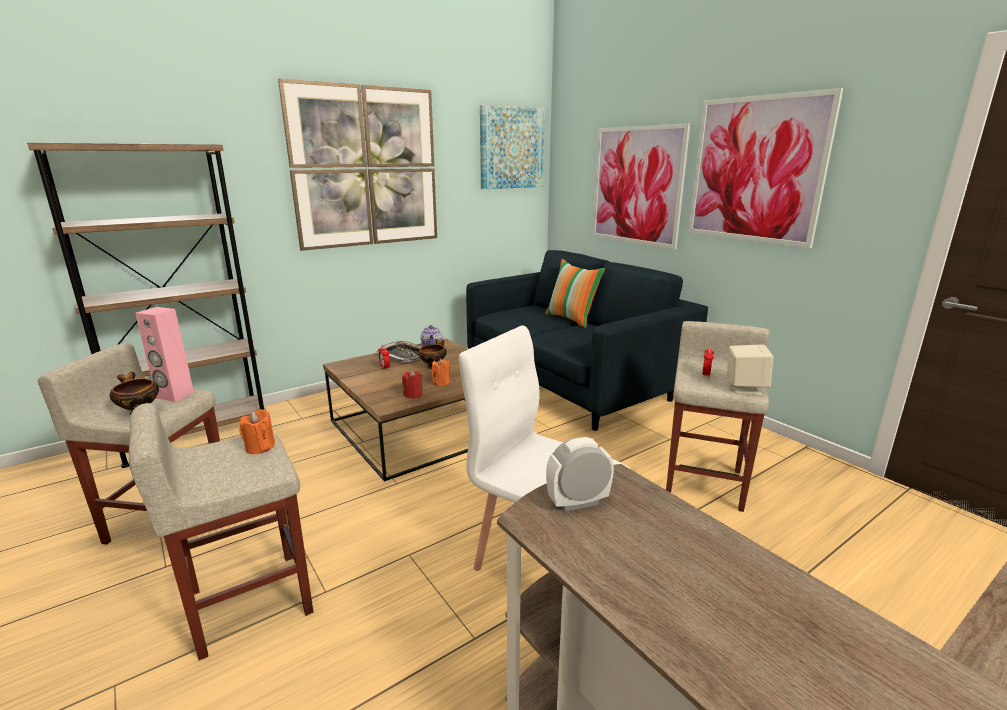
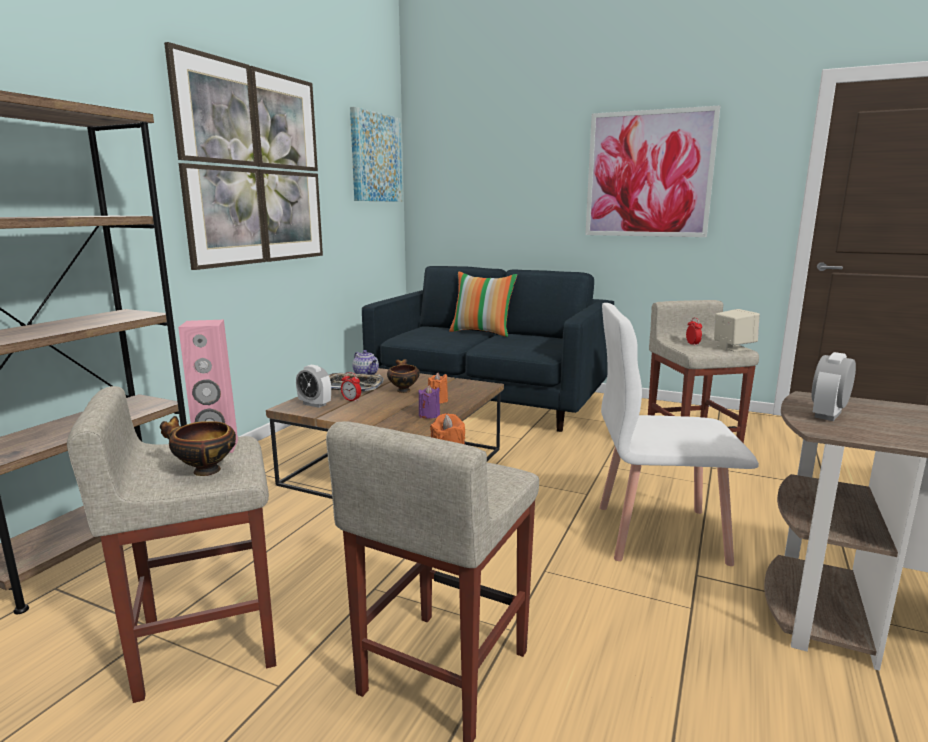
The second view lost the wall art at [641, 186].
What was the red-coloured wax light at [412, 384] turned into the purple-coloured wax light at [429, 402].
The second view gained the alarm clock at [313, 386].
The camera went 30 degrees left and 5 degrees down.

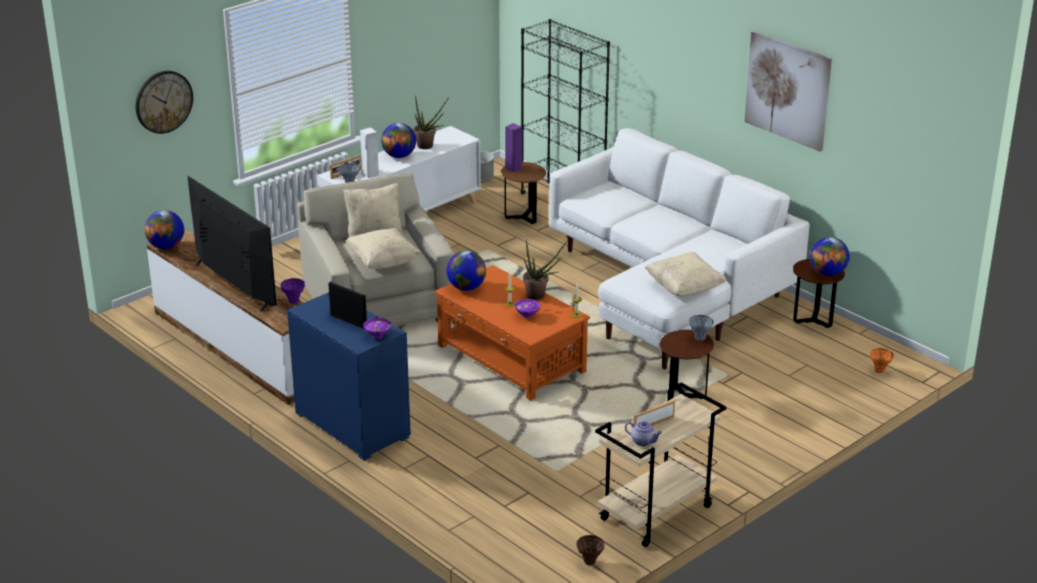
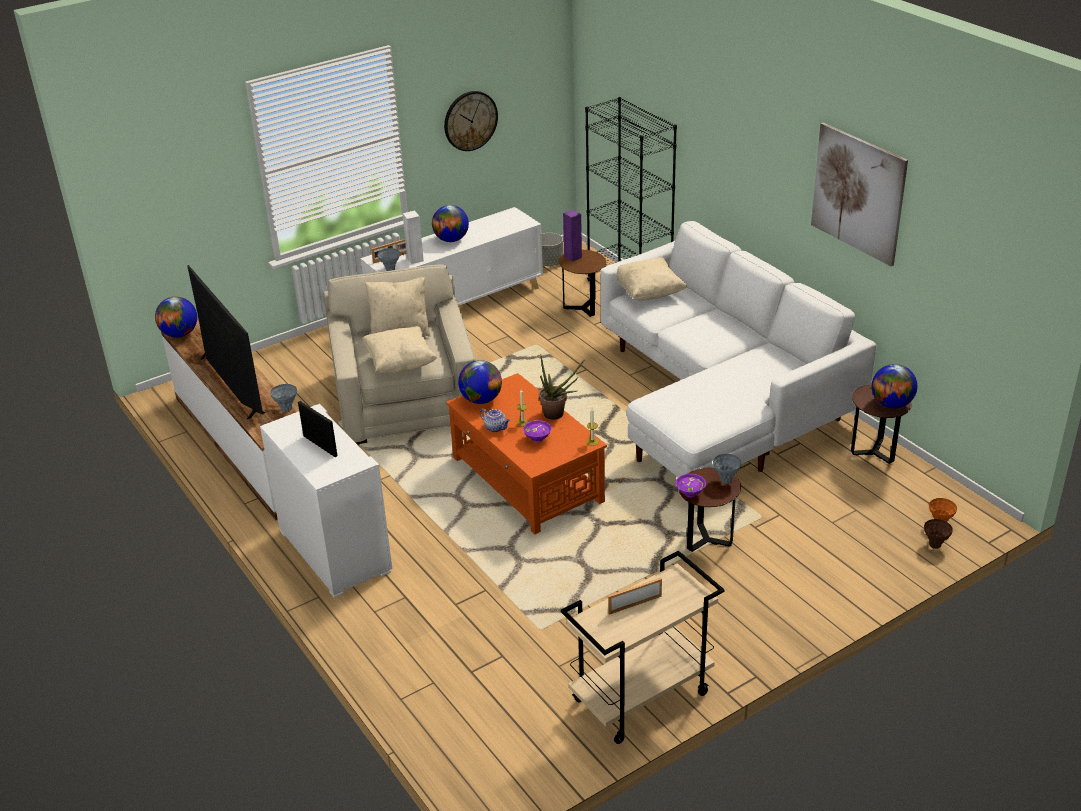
The clock on the wall ended up elsewhere, having gone from [164, 102] to [471, 121].
The second view lost the potted plant at [431, 122].
The beige-coloured throw pillow ended up elsewhere, having gone from [686, 274] to [652, 279].
What was the purple-coloured decorative vase at [293, 291] turned into the gray decorative vase at [283, 398].
What was the blue chest of drawers at [349, 376] turned into the white-coloured chest of drawers at [326, 501].
The purple-coloured bowl ended up elsewhere, having gone from [377, 328] to [691, 486].
The teapot ended up elsewhere, having gone from [643, 433] to [495, 420].
The brown-coloured decorative vase ended up elsewhere, having gone from [590, 550] to [938, 534].
The camera went 10 degrees right and 5 degrees up.

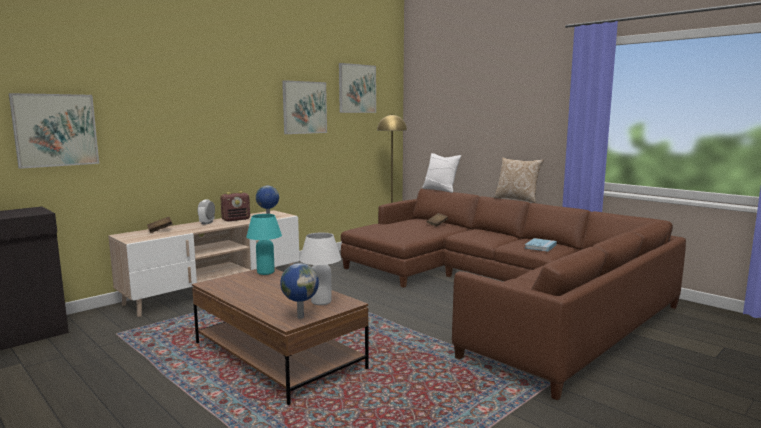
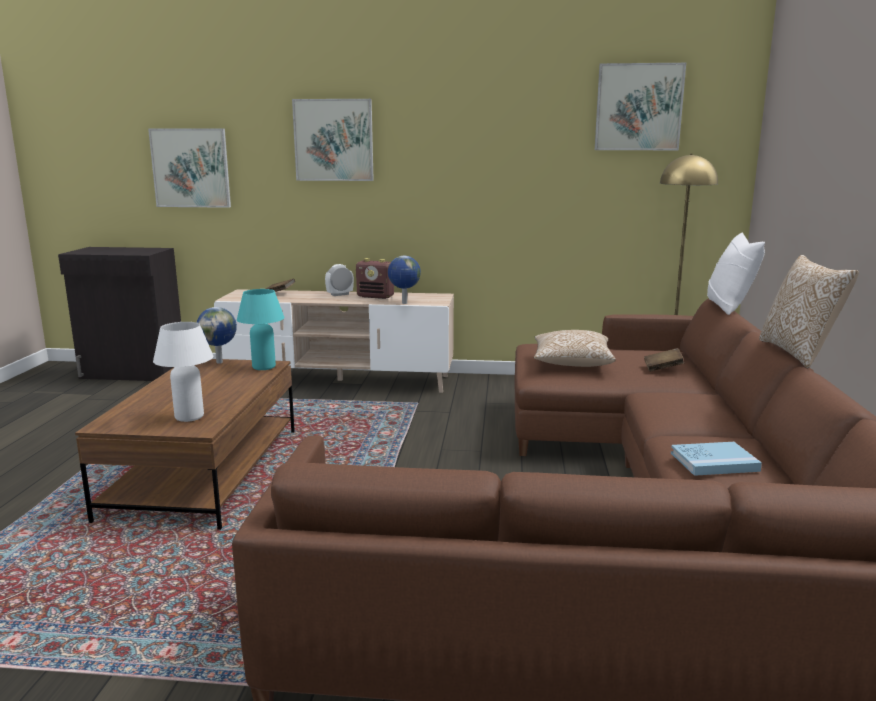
The wall art ended up elsewhere, having gone from [304, 107] to [333, 140].
The world globe ended up elsewhere, having gone from [299, 291] to [216, 335].
The second view gained the throw pillow at [575, 348].
The camera went 50 degrees right and 5 degrees up.

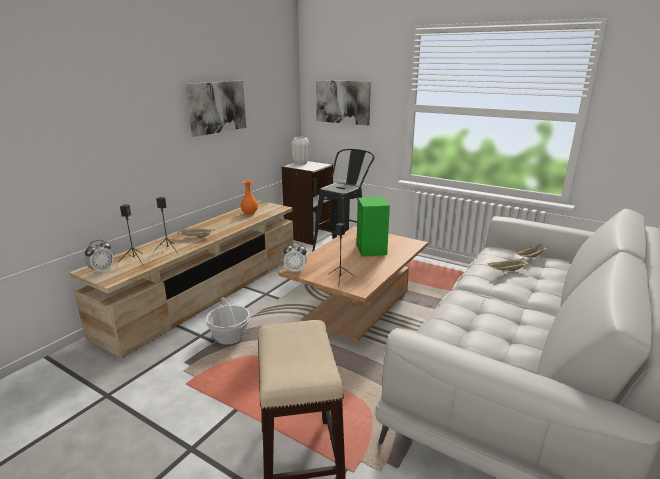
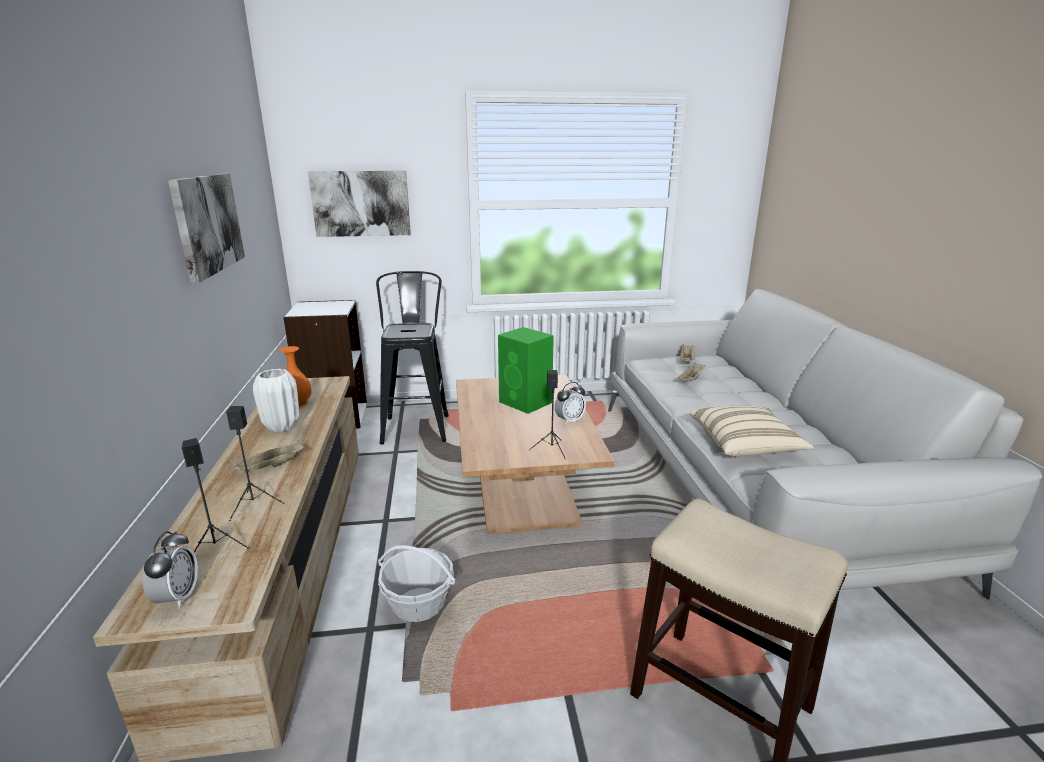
The white-coloured decorative vase ended up elsewhere, having gone from [300, 151] to [276, 400].
The alarm clock ended up elsewhere, having gone from [295, 257] to [570, 403].
The second view gained the beige-coloured throw pillow at [752, 431].
The camera went 40 degrees left and 0 degrees up.

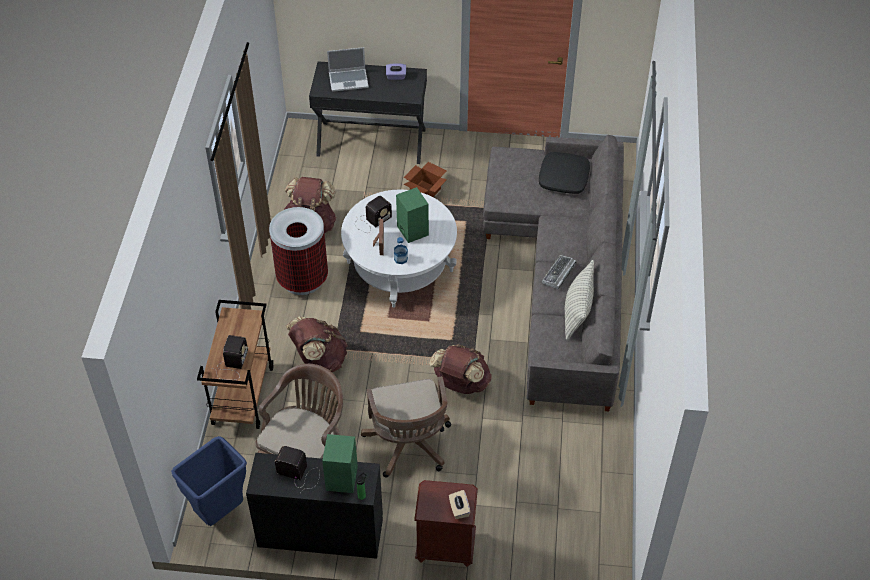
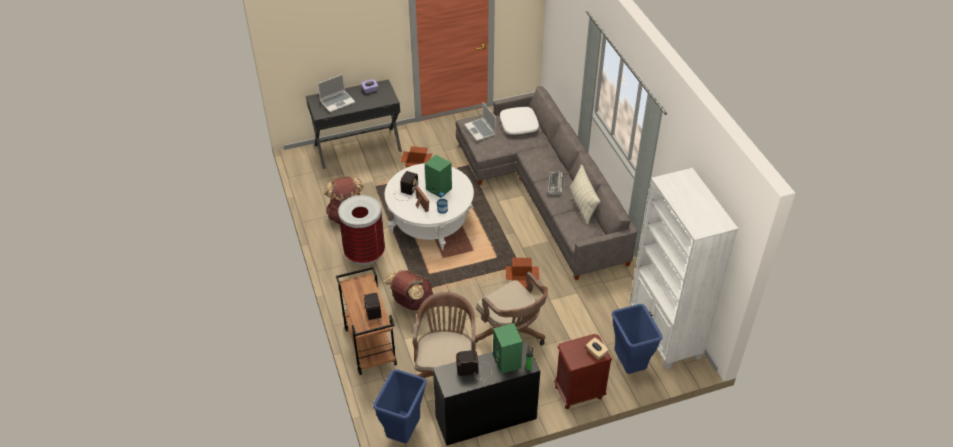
What was the black-coloured throw pillow at [564, 173] turned into the white-coloured throw pillow at [519, 121].
Where the brown-coloured knapsack stood at [460, 369], the carton came to stand at [522, 273].
The second view gained the laptop at [480, 121].
The second view gained the white-coloured bookshelf at [684, 268].
The second view gained the blue trash can at [637, 339].
The camera went 25 degrees left and 5 degrees down.

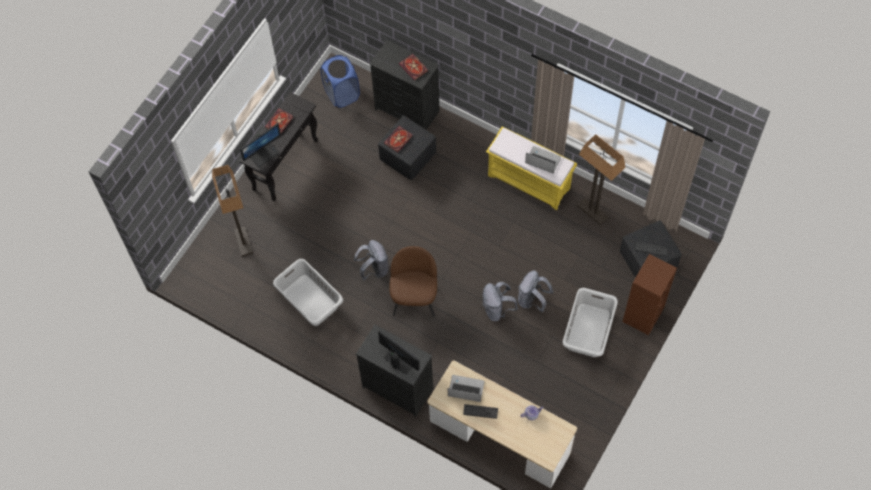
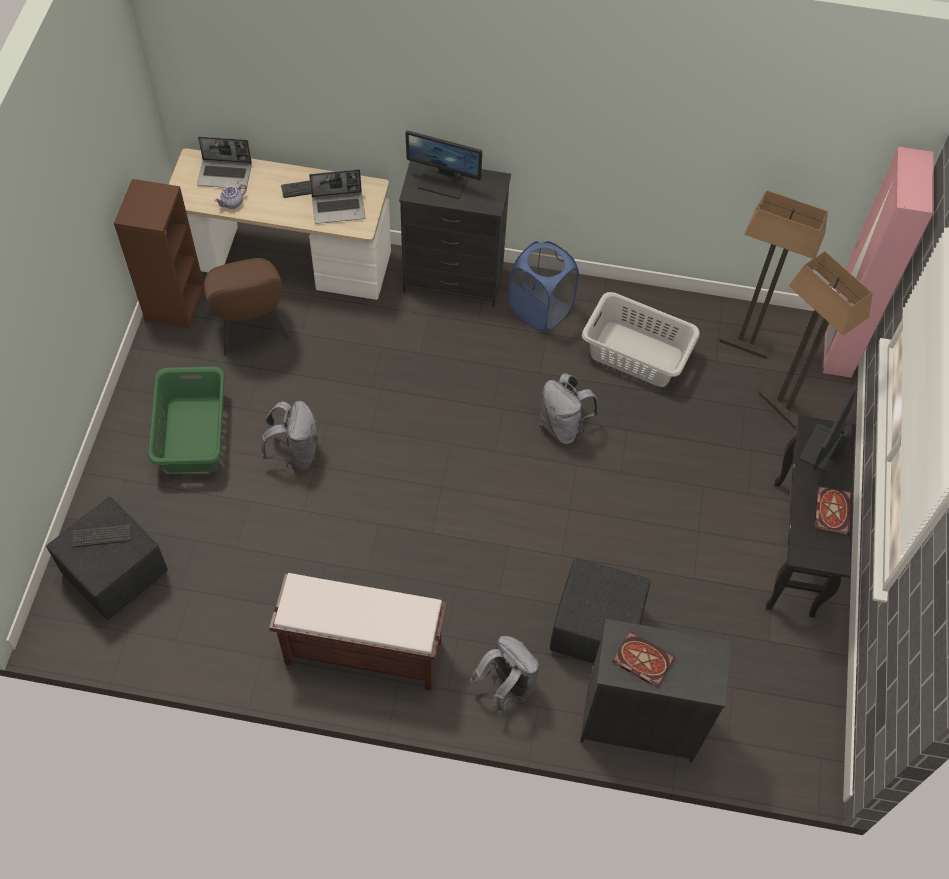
The blue hamper ended up elsewhere, having gone from [340, 81] to [543, 286].
The second view lost the bound book at [398, 139].
What was the yellow-coloured long seat at [531, 168] turned into the brown-coloured long seat at [358, 632].
The floor lamp ended up elsewhere, having gone from [602, 179] to [773, 274].
The laptop ended up elsewhere, having gone from [543, 159] to [224, 162].
The brown-coloured chair ended up elsewhere, having gone from [413, 281] to [247, 307].
The brown-coloured bookshelf ended up elsewhere, having gone from [649, 294] to [159, 253].
The gray knapsack ended up elsewhere, having gone from [500, 301] to [505, 675].
What was the gray hamper at [590, 322] turned into the green hamper at [186, 419].
The second view gained the pink clothes cupboard at [878, 262].
The camera went 155 degrees right and 5 degrees down.

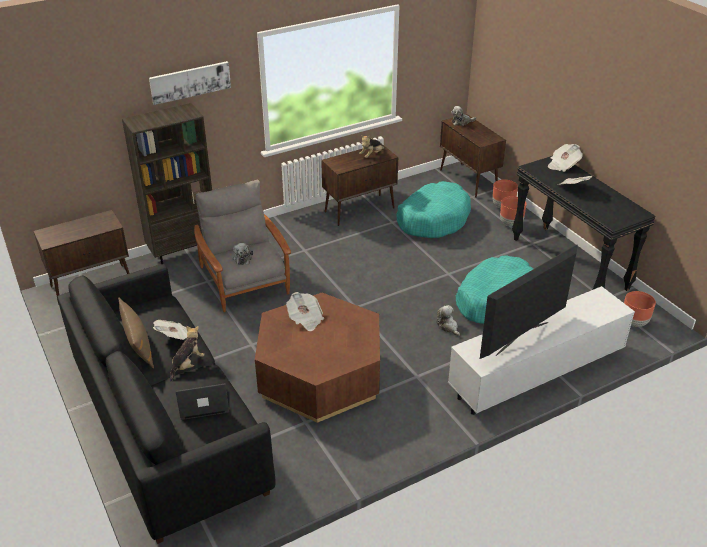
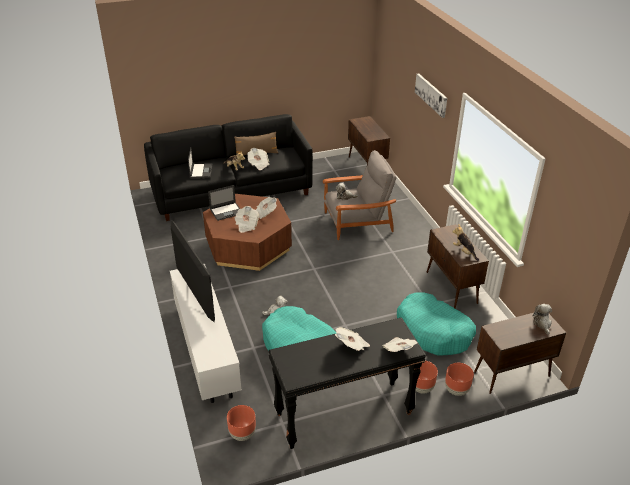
The second view lost the brown-coloured bookshelf at [167, 183].
The second view gained the laptop at [224, 203].
The second view gained the printed paper at [246, 219].
The camera went 100 degrees right and 0 degrees up.

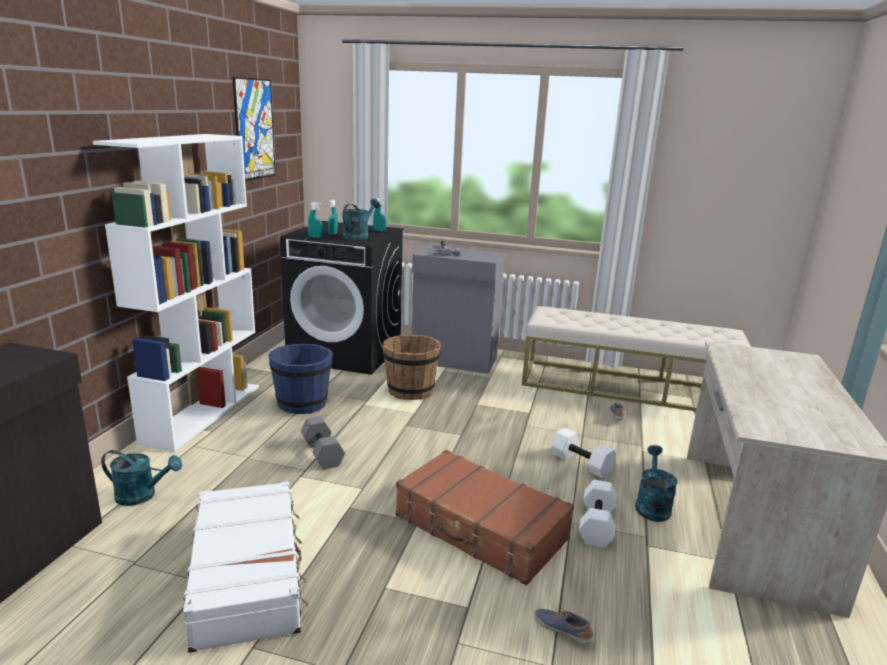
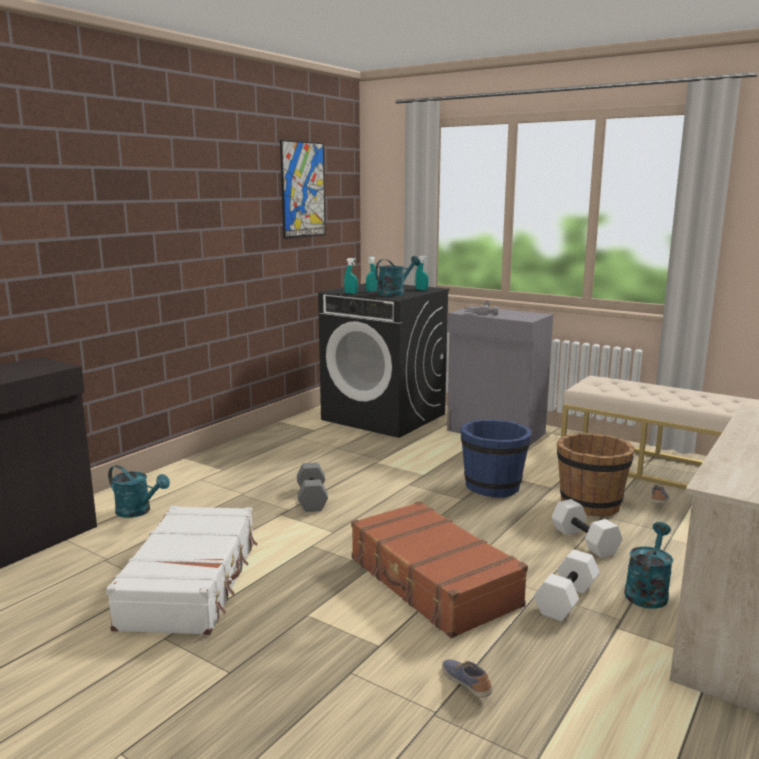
The second view lost the white-coloured bookshelf at [176, 293].
The brown-coloured bucket ended up elsewhere, having gone from [411, 367] to [596, 474].
The blue bucket ended up elsewhere, having gone from [300, 379] to [496, 458].
The camera went 20 degrees right and 5 degrees down.

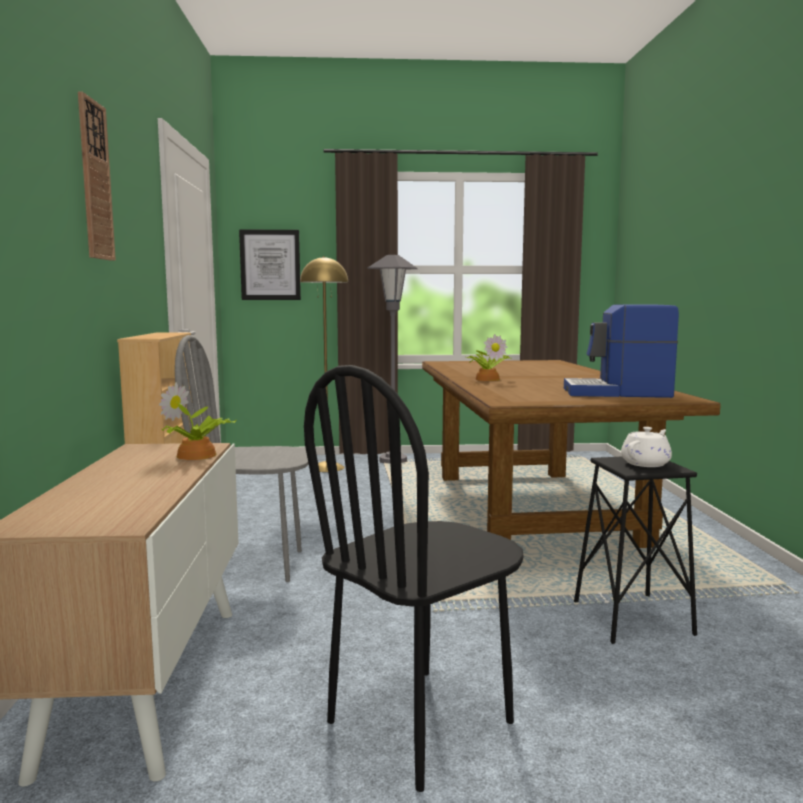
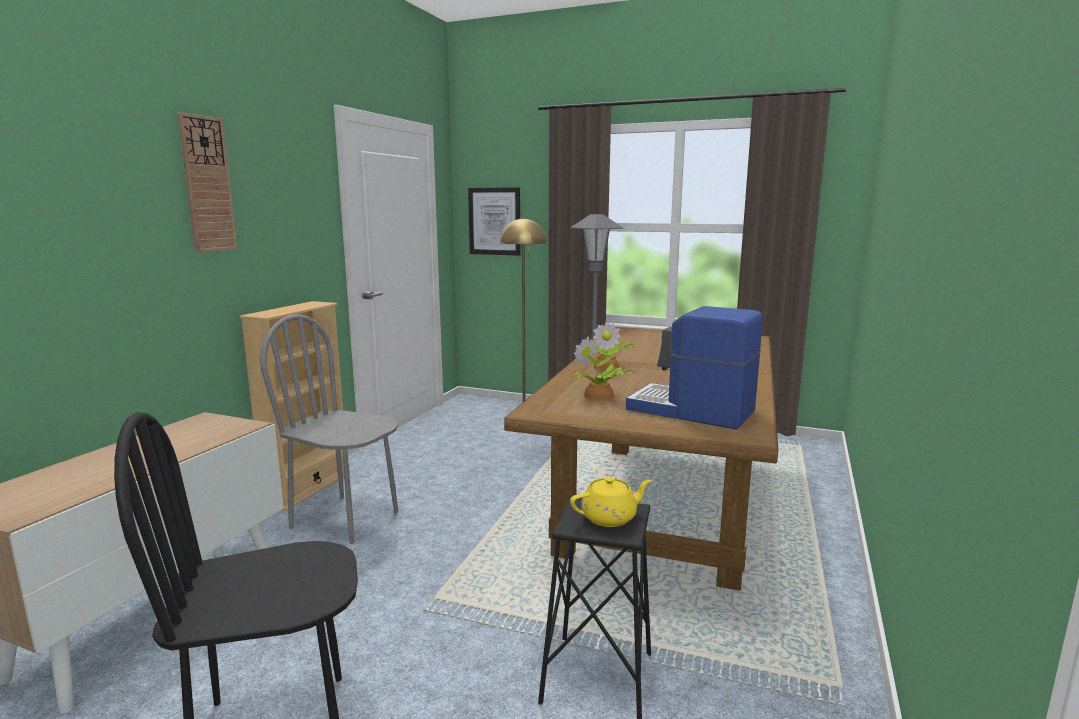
The potted plant ended up elsewhere, having gone from [197, 421] to [602, 368].
What was the white-coloured teapot at [646, 447] turned into the yellow-coloured teapot at [611, 502].
The camera went 25 degrees right and 5 degrees up.

